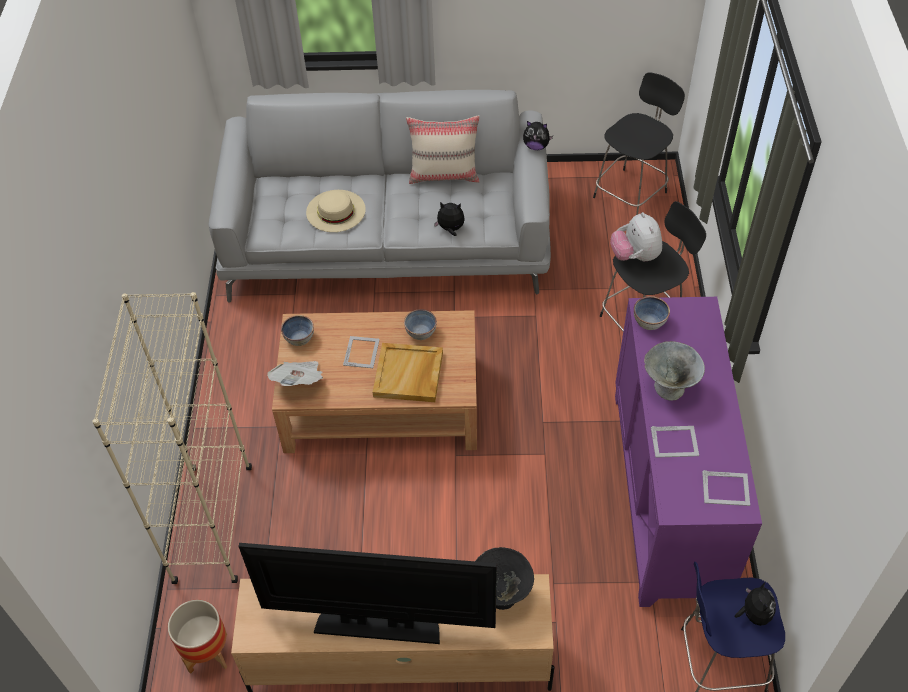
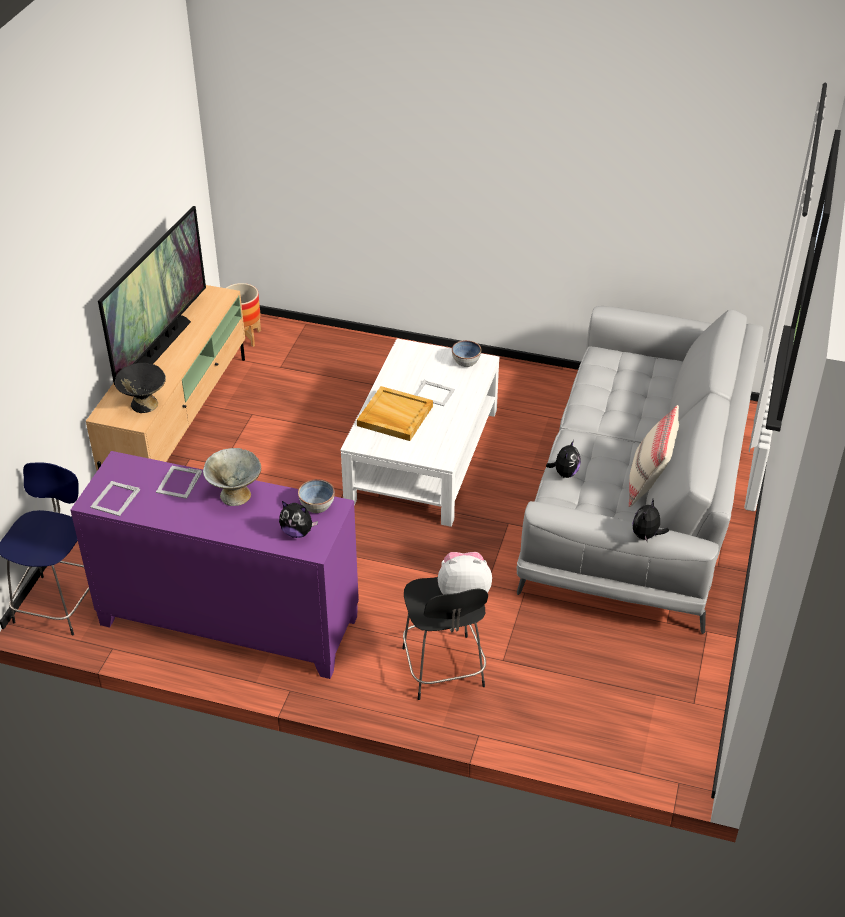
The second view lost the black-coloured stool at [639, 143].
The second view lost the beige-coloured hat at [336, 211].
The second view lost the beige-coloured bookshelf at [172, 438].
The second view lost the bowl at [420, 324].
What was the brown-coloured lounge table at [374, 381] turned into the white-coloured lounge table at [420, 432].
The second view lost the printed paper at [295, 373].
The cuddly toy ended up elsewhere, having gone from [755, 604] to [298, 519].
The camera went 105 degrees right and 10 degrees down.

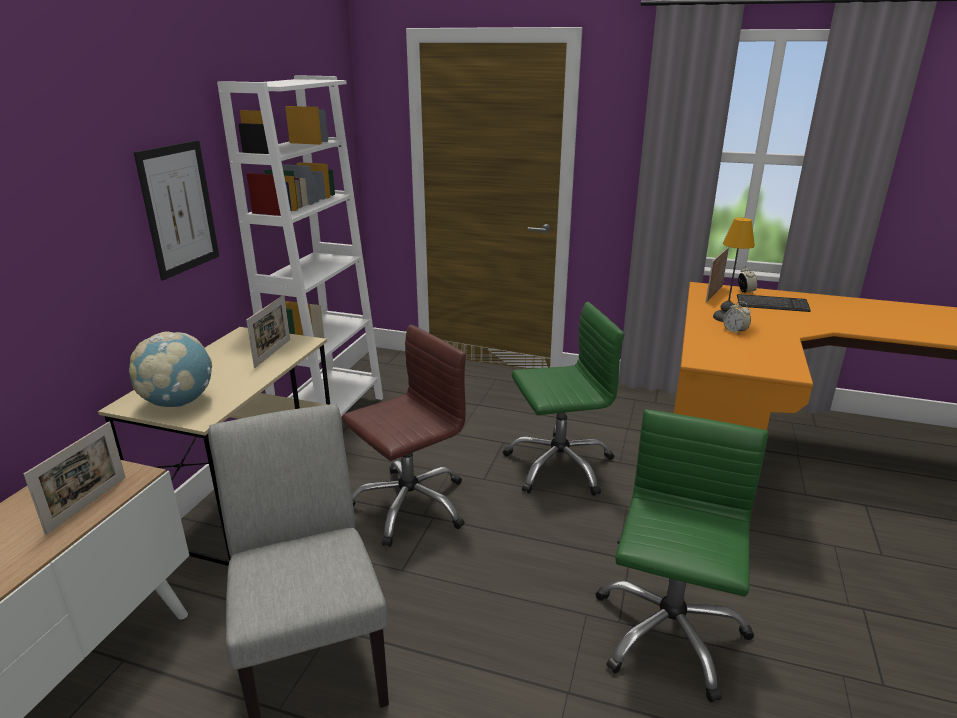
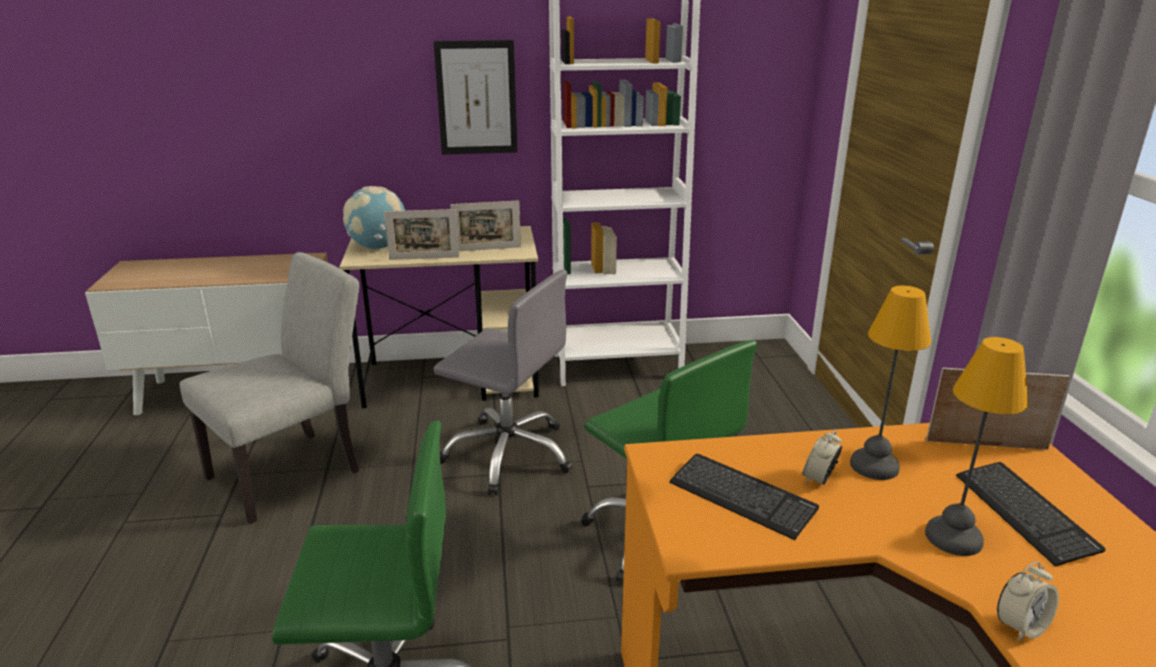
The alarm clock ended up elsewhere, having gone from [747, 280] to [1028, 601].
What was the brown-coloured computer chair at [404, 435] turned into the gray computer chair at [503, 382].
The photo frame ended up elsewhere, having gone from [75, 478] to [421, 234].
The second view gained the table lamp at [976, 446].
The second view gained the PC keyboard at [744, 497].
The camera went 65 degrees right and 0 degrees up.

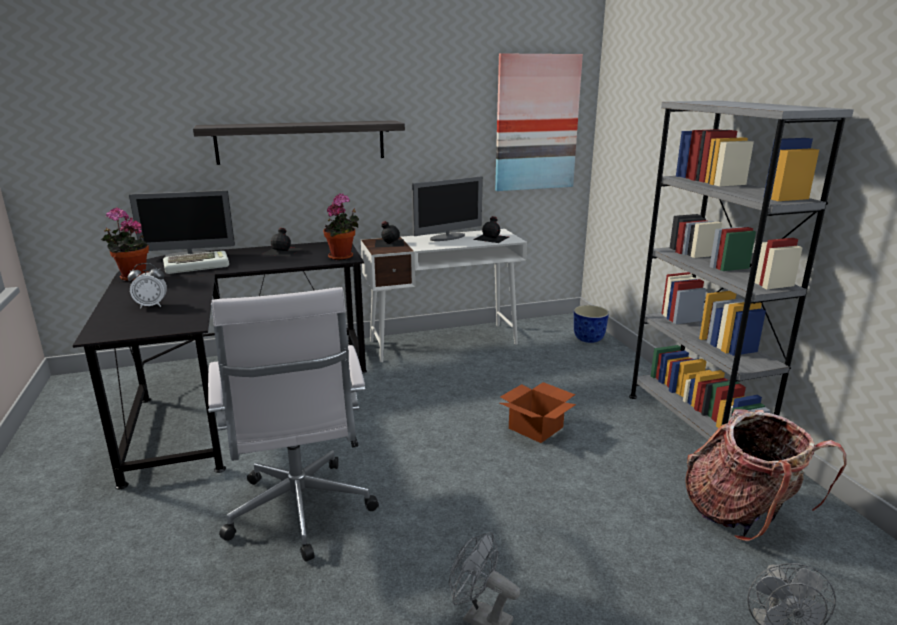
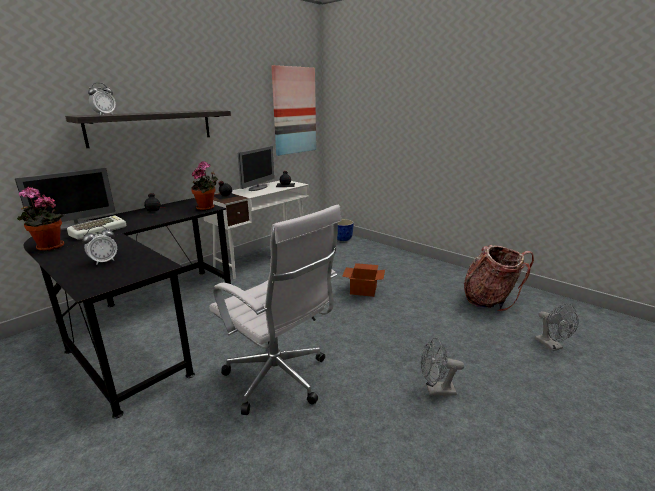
The second view lost the gray bookshelf at [741, 270].
The second view gained the alarm clock at [102, 99].
The camera went 30 degrees left and 0 degrees up.

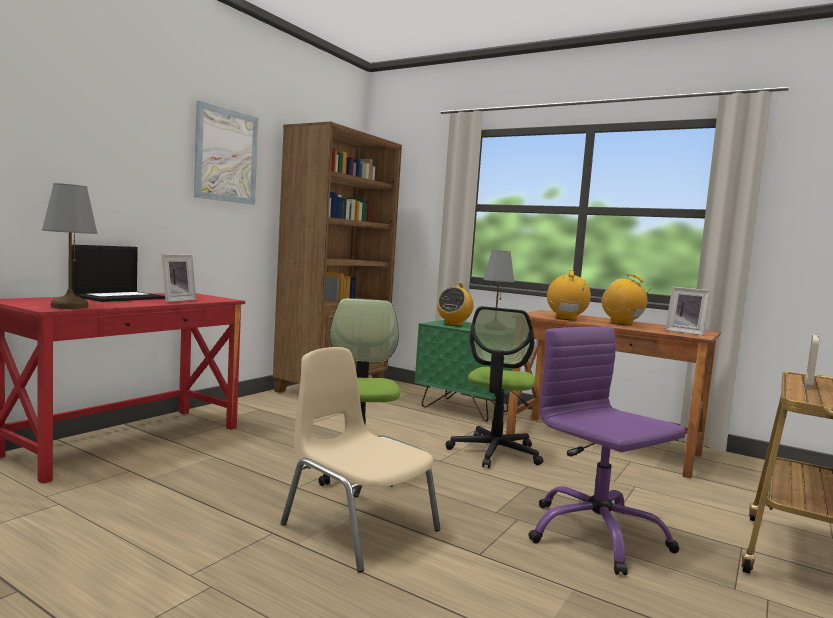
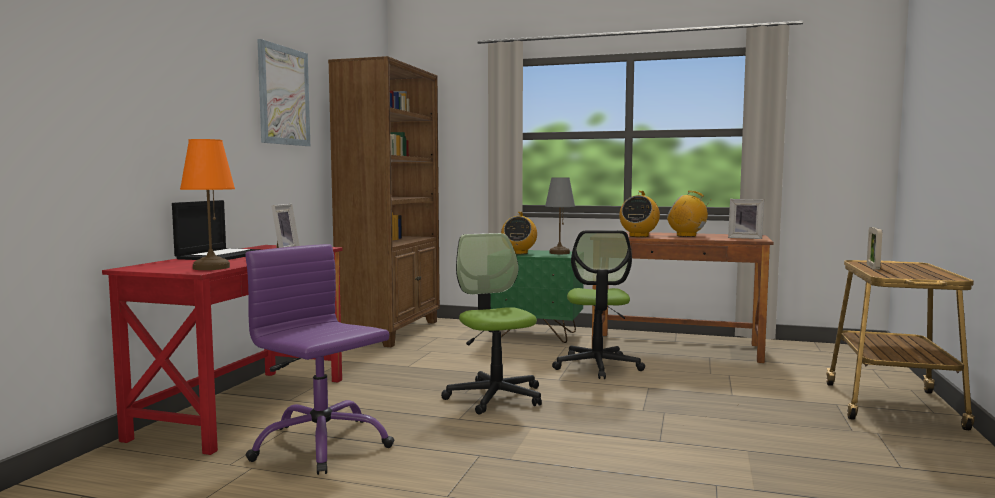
What was the gray table lamp at [70, 246] turned into the orange-coloured table lamp at [207, 204].
The radio receiver at [569, 295] ended up facing another way, 150 degrees counterclockwise from before.
The purple-coloured computer chair ended up elsewhere, having gone from [607, 450] to [319, 359].
The second view lost the beige-coloured chair at [361, 459].
The camera went 15 degrees left and 0 degrees up.

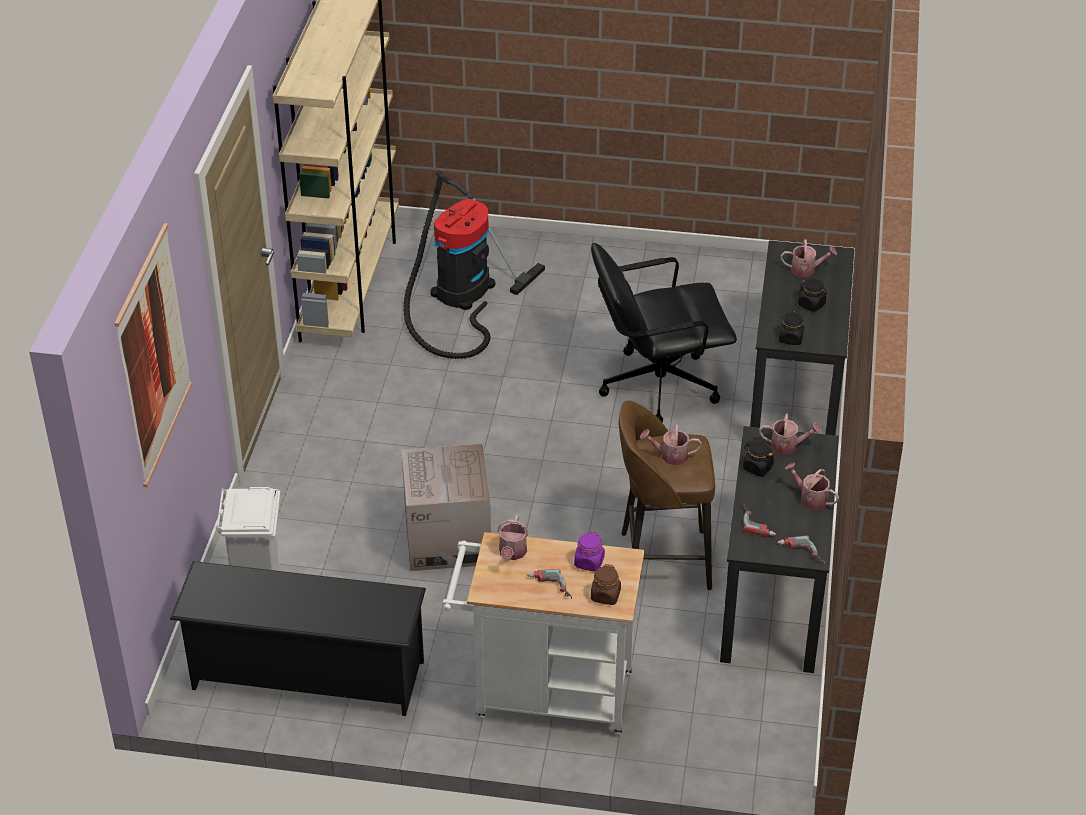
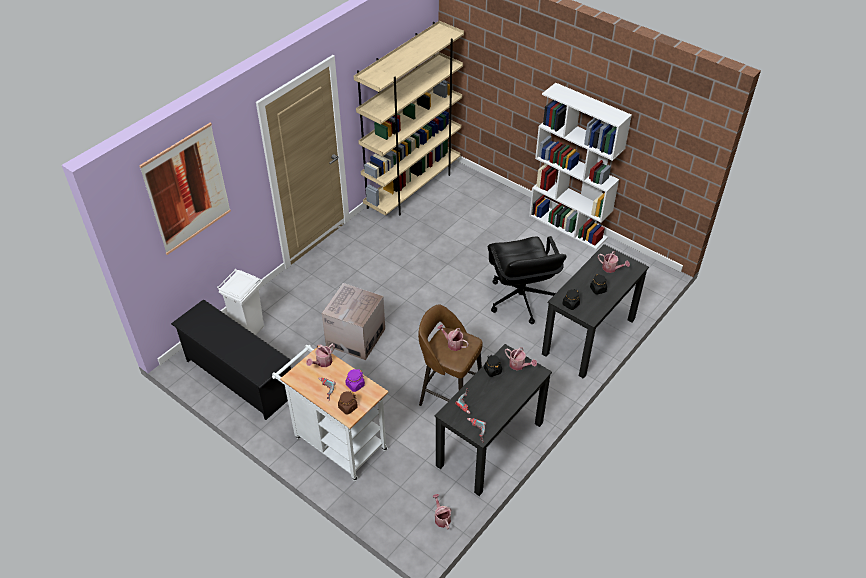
The second view lost the vacuum at [474, 264].
The black-coloured computer chair at [664, 333] ended up facing another way, 120 degrees counterclockwise from before.
The watering pot ended up elsewhere, having gone from [812, 486] to [442, 511].
The second view gained the white-coloured bookshelf at [580, 166].
The camera went 30 degrees right and 5 degrees up.

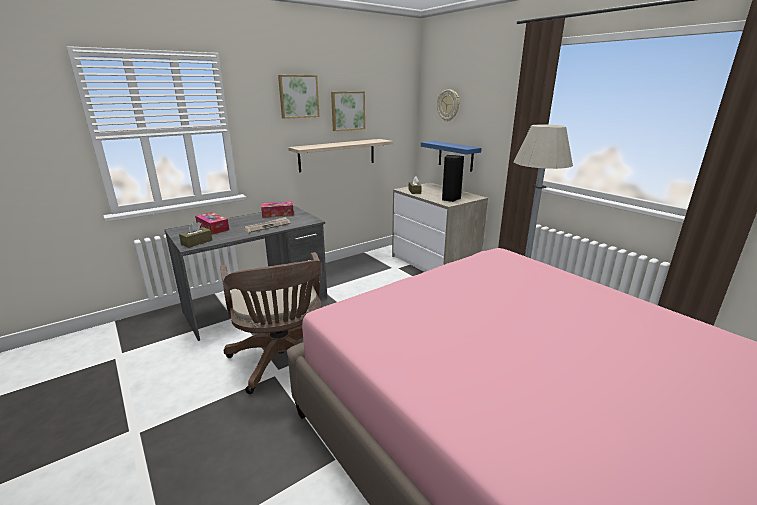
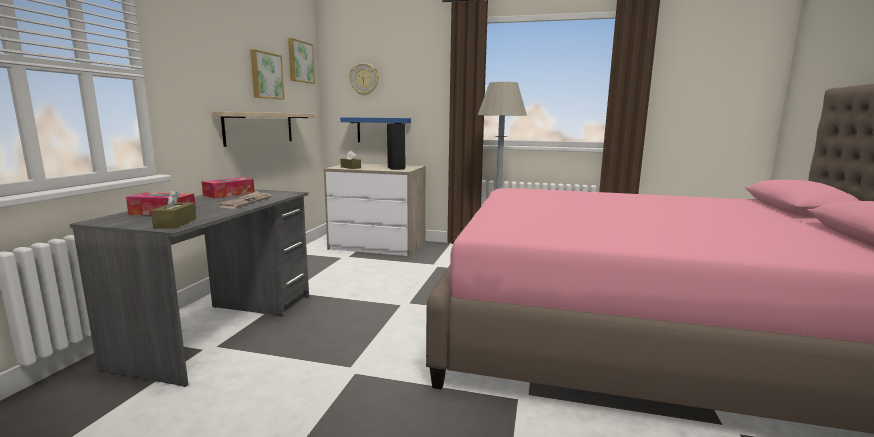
The wall art ended up elsewhere, having gone from [299, 97] to [301, 61].
The second view lost the brown-coloured computer chair at [271, 323].
The camera went 40 degrees left and 10 degrees down.

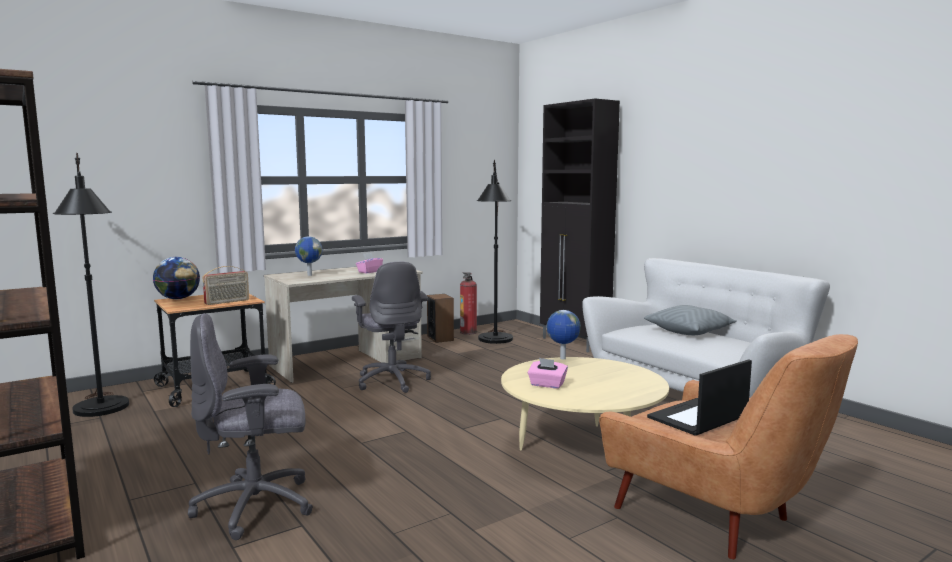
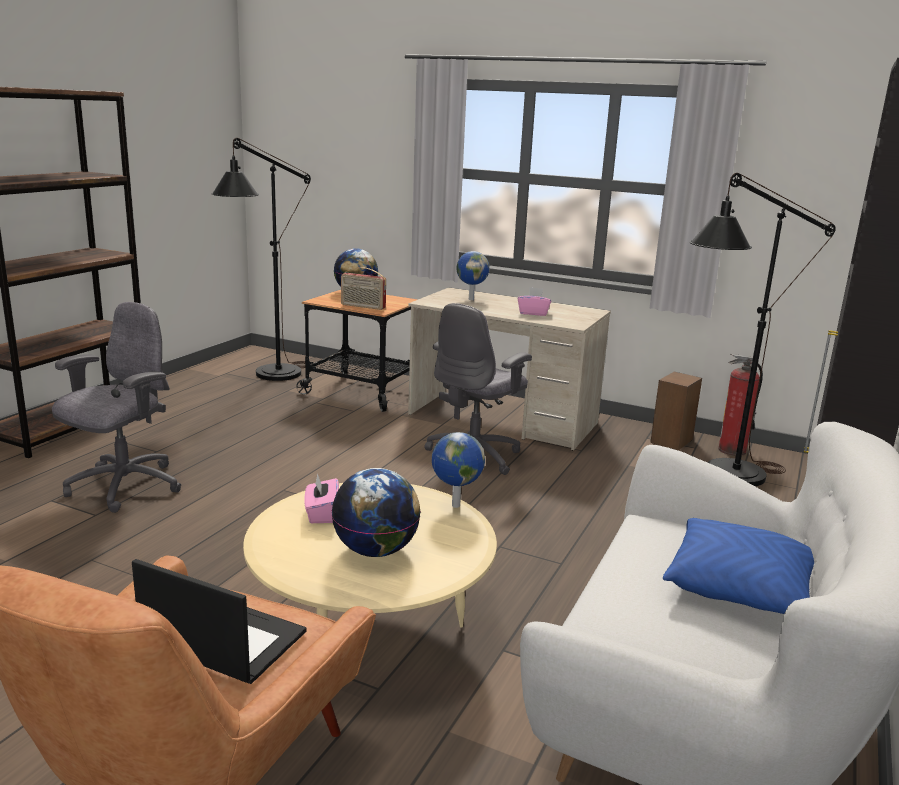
What was the gray throw pillow at [690, 320] turned into the blue throw pillow at [738, 566].
The gray computer chair at [250, 426] ended up facing another way, 75 degrees clockwise from before.
The second view gained the world globe at [376, 512].
The camera went 60 degrees right and 10 degrees up.

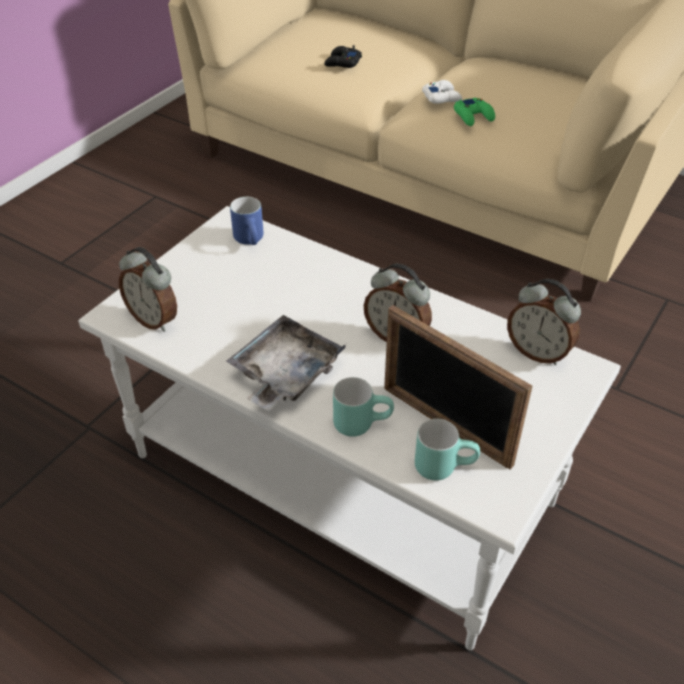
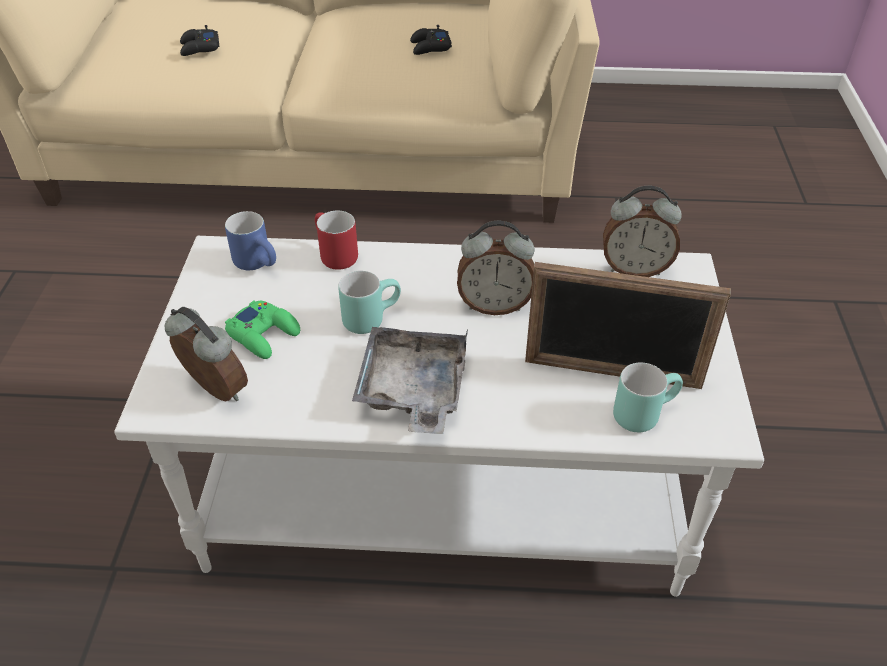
The second view lost the white-coloured game controller at [442, 92].
The green game controller ended up elsewhere, having gone from [474, 112] to [262, 330].
The alarm clock at [148, 289] ended up facing another way, 150 degrees counterclockwise from before.
The blue-green coffee mug ended up elsewhere, having gone from [363, 407] to [369, 302].
The second view gained the black-coloured game controller at [431, 40].
The second view gained the red-coloured coffee mug at [336, 240].
The camera went 30 degrees left and 0 degrees up.

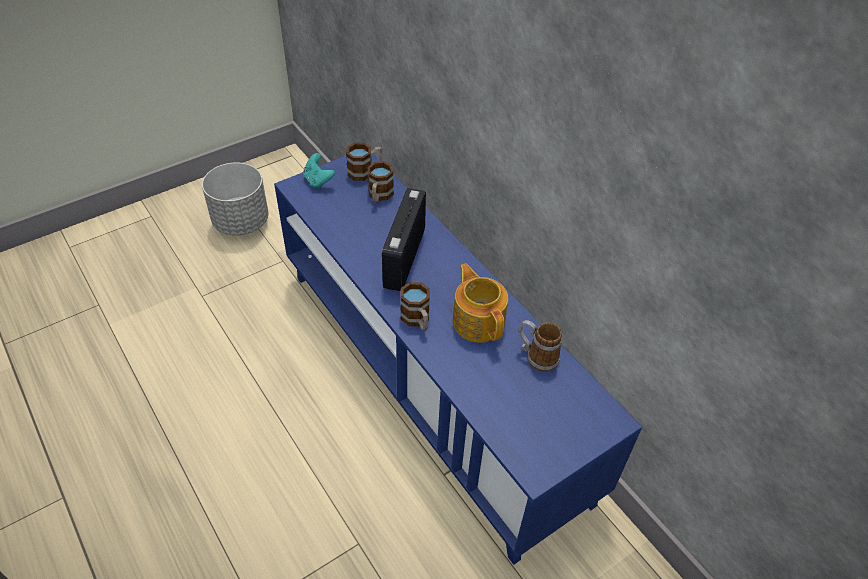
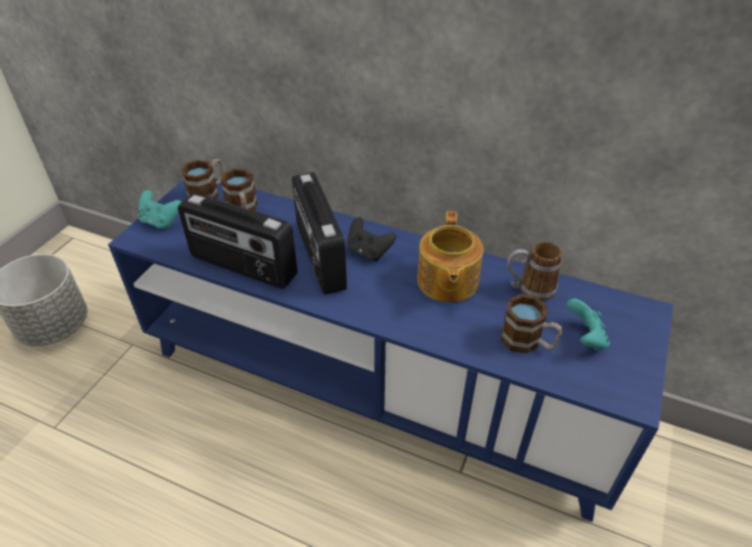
The teapot at [480, 303] ended up facing another way, 120 degrees counterclockwise from before.
The coffee mug ended up elsewhere, having gone from [415, 306] to [531, 324].
The second view gained the radio receiver at [238, 241].
The second view gained the black-coloured game controller at [371, 239].
The second view gained the blue-green game controller at [588, 325].
The camera went 30 degrees left and 5 degrees down.

